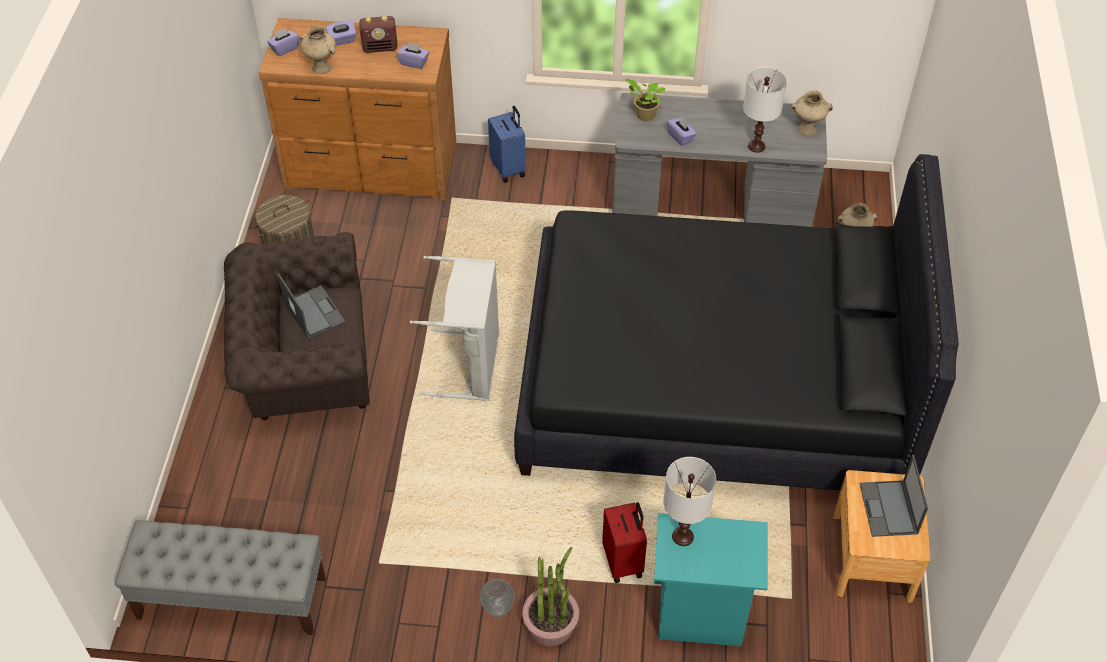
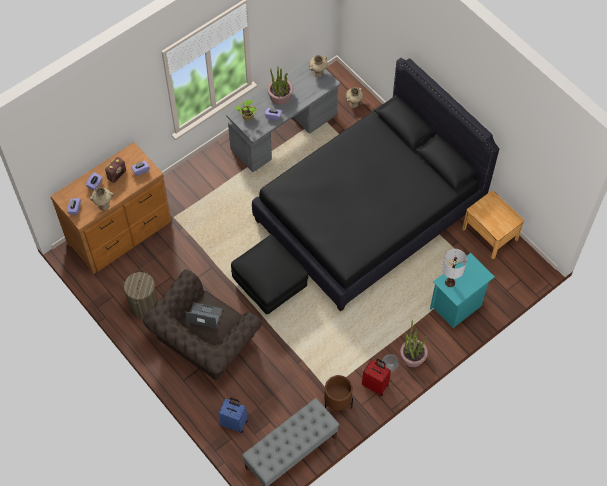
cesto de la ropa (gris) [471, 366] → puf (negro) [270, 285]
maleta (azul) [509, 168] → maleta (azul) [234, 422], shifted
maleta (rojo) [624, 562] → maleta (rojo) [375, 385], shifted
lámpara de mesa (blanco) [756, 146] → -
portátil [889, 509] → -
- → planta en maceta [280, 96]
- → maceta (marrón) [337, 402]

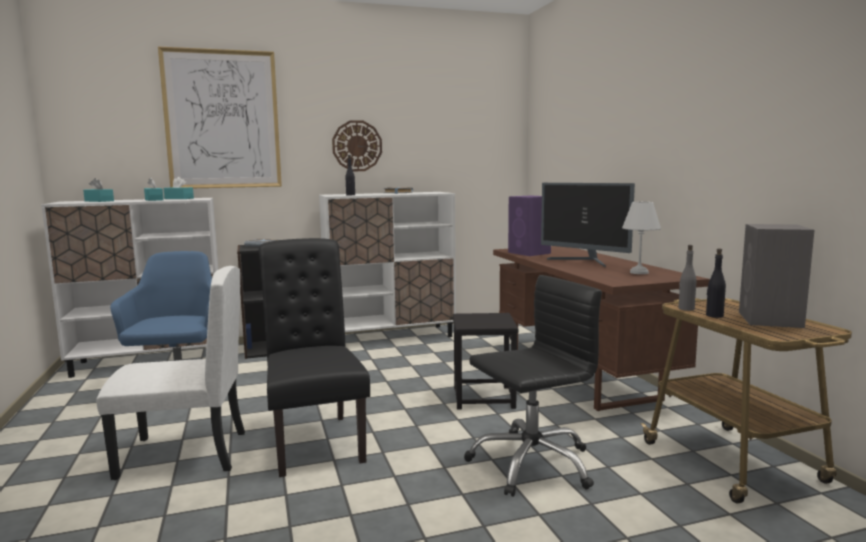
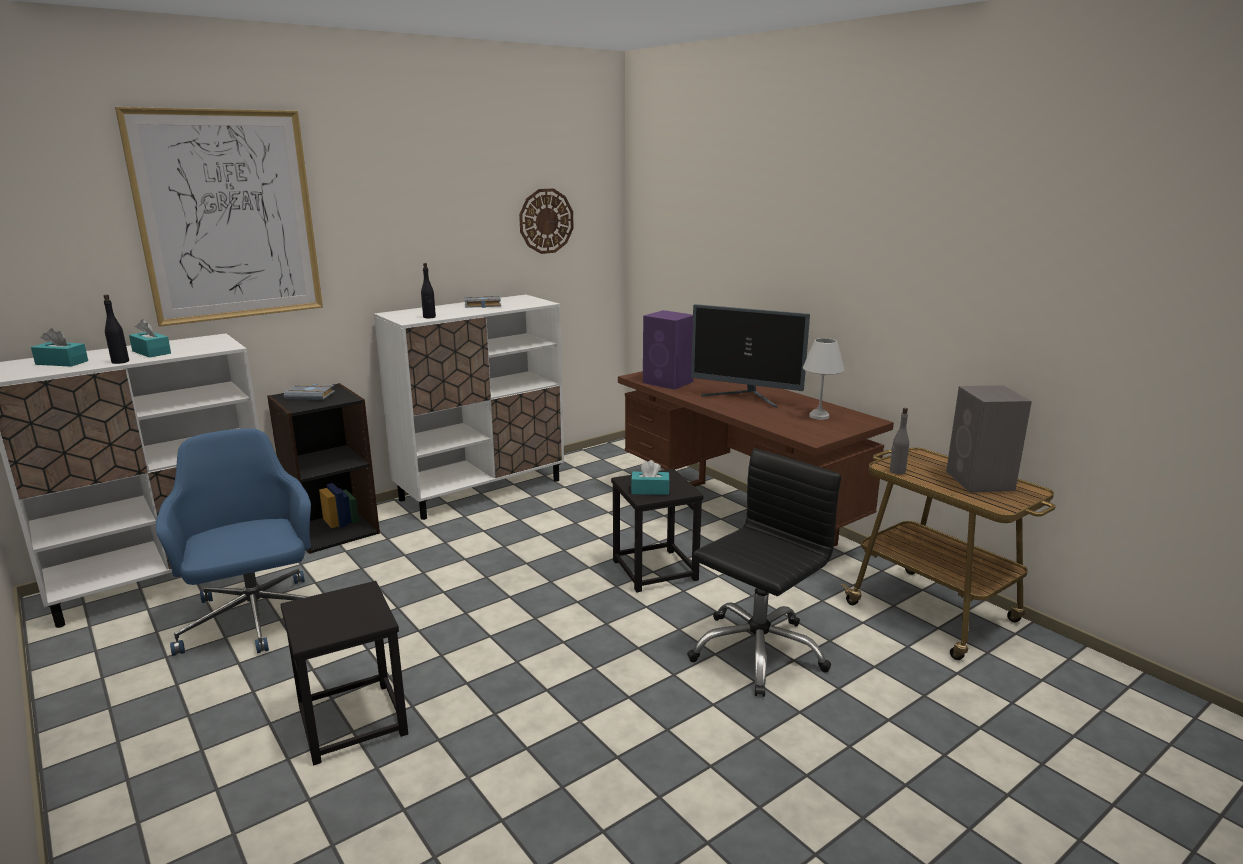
silla (blanco) [183, 455] → taburete (negro) [354, 721]
caja de pañuelos (turquesa) [179, 198] → caja de pañuelos (turquesa) [650, 490], shifted
silla (negro) [315, 440] → -
reloj de pared [357, 146] → reloj de pared [546, 221], shifted
botella (negro) [714, 316] → botella (negro) [120, 361], shifted

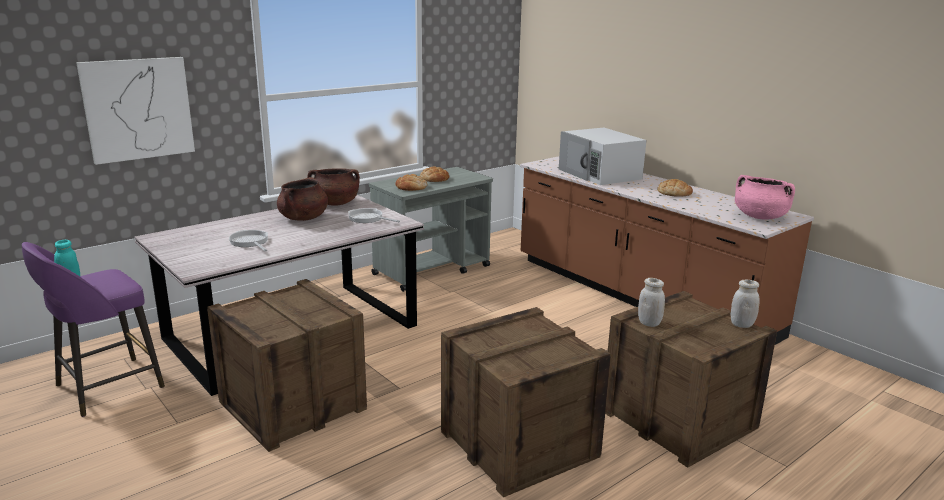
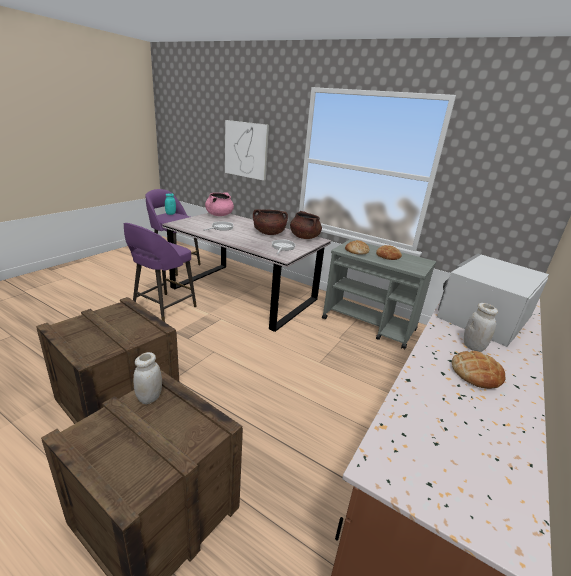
caja de embalaje [292, 406] → taburete (morado) [163, 309]
tarro (blanco) [741, 324] → tarro (blanco) [473, 347], shifted
olla (rosa) [760, 217] → olla (rosa) [219, 215], shifted

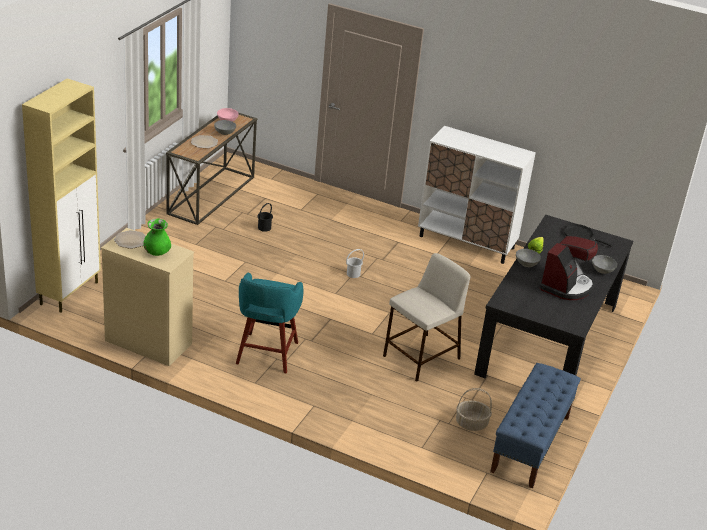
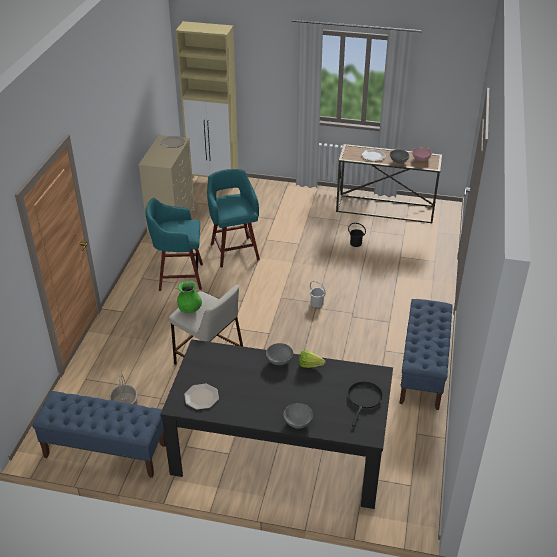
florero (verde) [157, 252] → florero (verde) [189, 309], shifted
armario (blanco) [467, 242] → banco (azul) [423, 369]
cafetera [566, 286] → -
- → plato [201, 397]
- → taburete (turquesa) [234, 250]

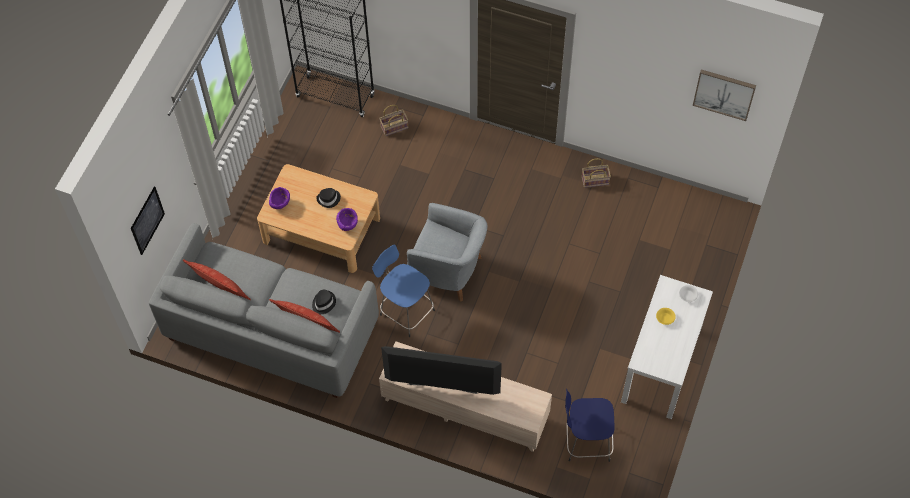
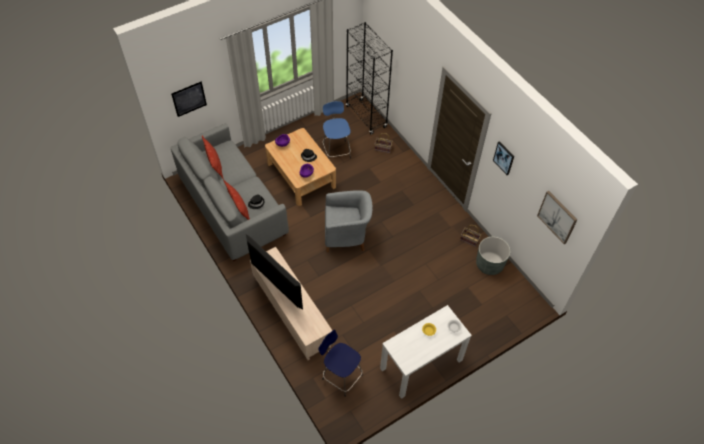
taburete (azul) [405, 311] → taburete (azul) [336, 150], shifted
sillón (gris) [449, 271] → sillón (gris) [347, 236], 60 degrees counterclockwise
- → maceta (gris) [489, 264]
- → cuadro [504, 158]

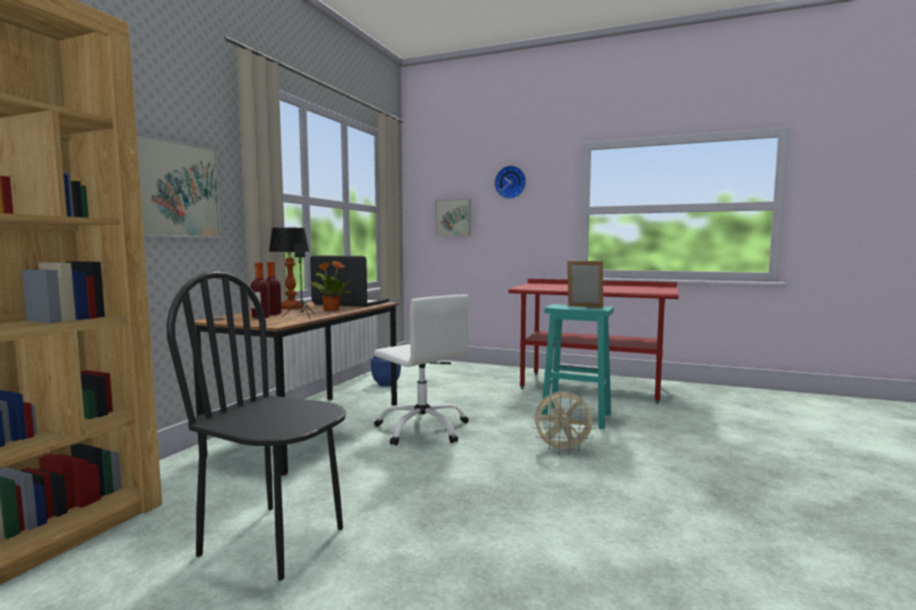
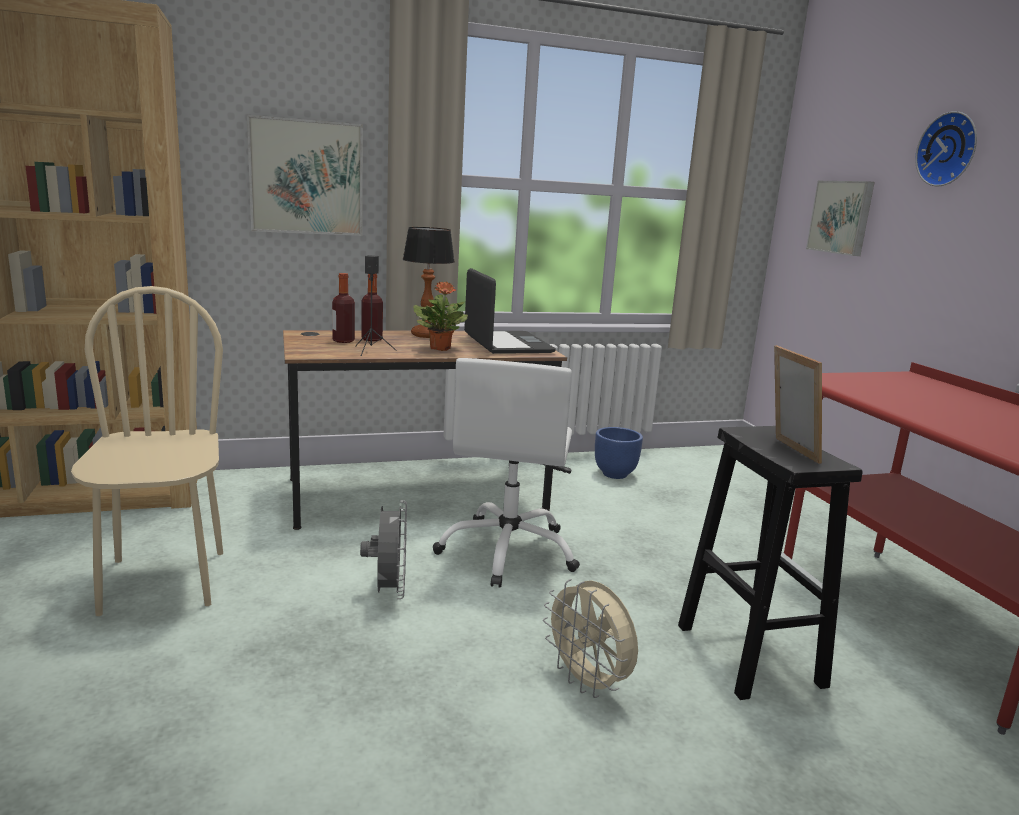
silla (negro) [274, 540] → silla (beis) [163, 581]
taburete (turquesa) [575, 417] → taburete (negro) [747, 653]
- → ventilador (gris) [388, 591]

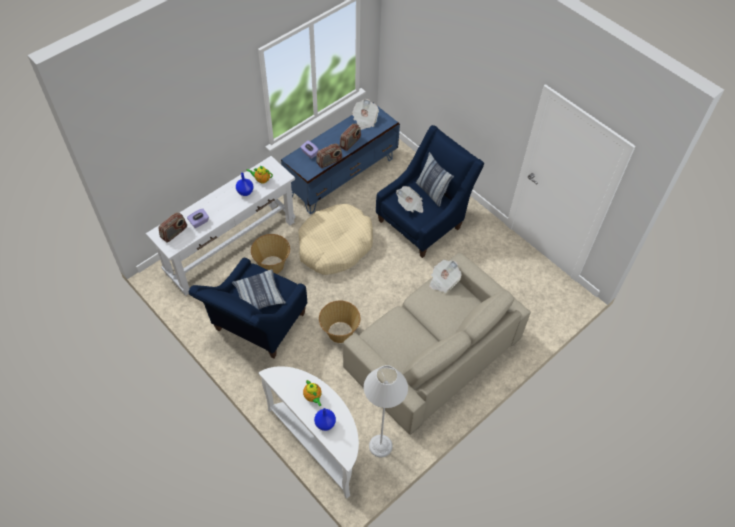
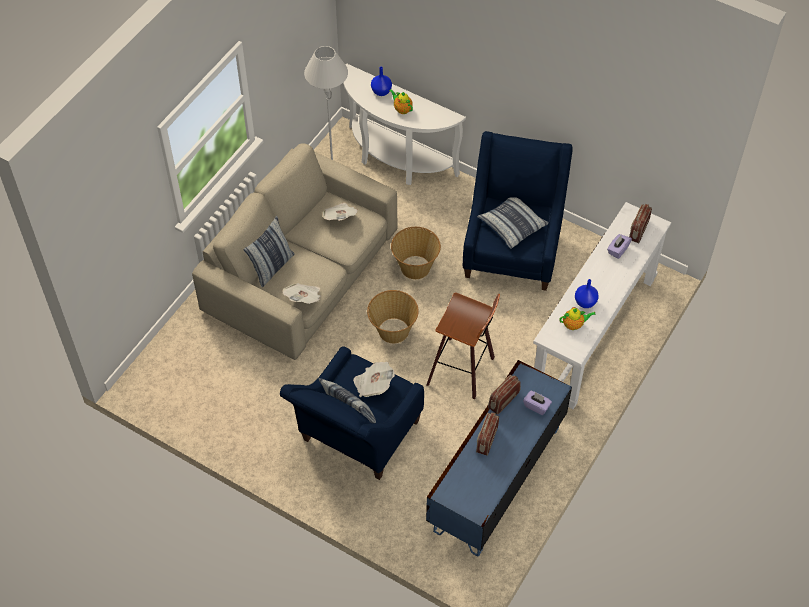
cesta [272, 265] → cesta [393, 330], shifted
cama para perro (beis) [335, 245] → taburete [463, 369]
periódico [364, 120] → periódico [340, 217], shifted
- → cojín [272, 267]

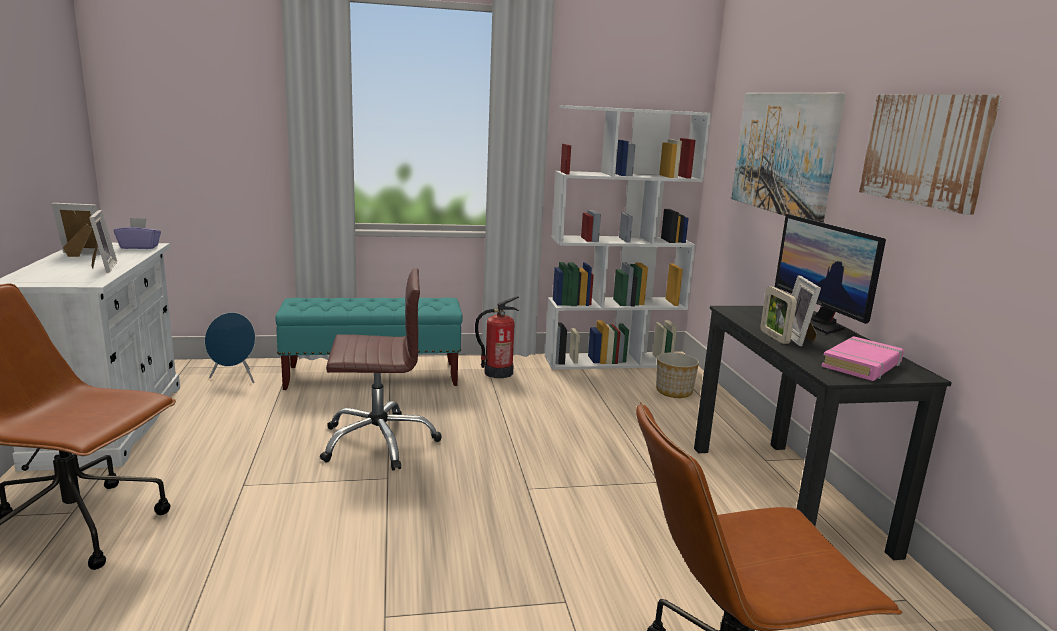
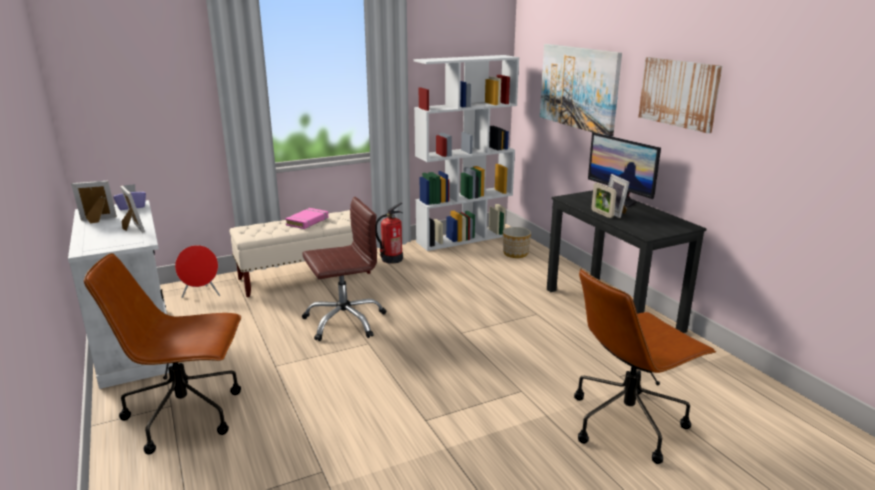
altavoz (azul) [235, 378] → altavoz (rojo) [202, 295]
banco (turquesa) [373, 376] → banco (beis) [305, 276]
libro (rosa) [862, 365] → libro (rosa) [307, 221], shifted

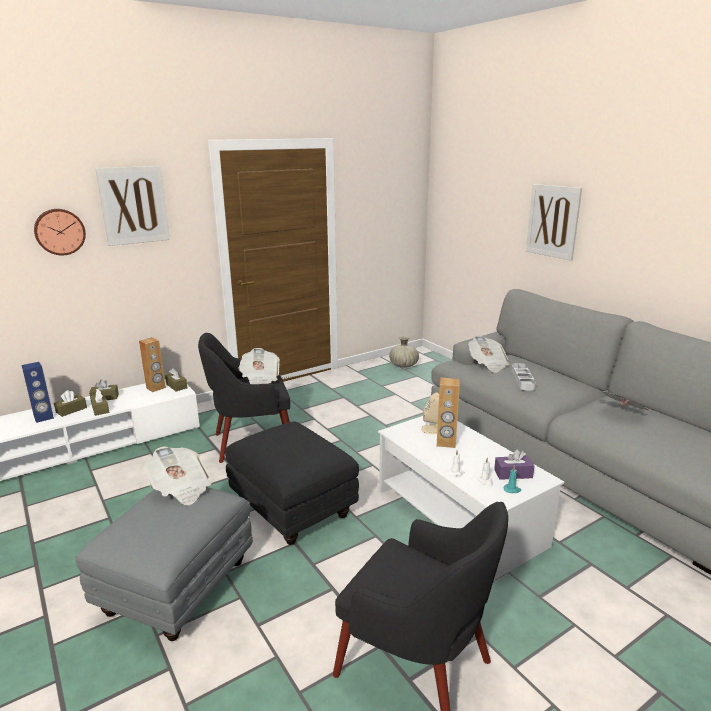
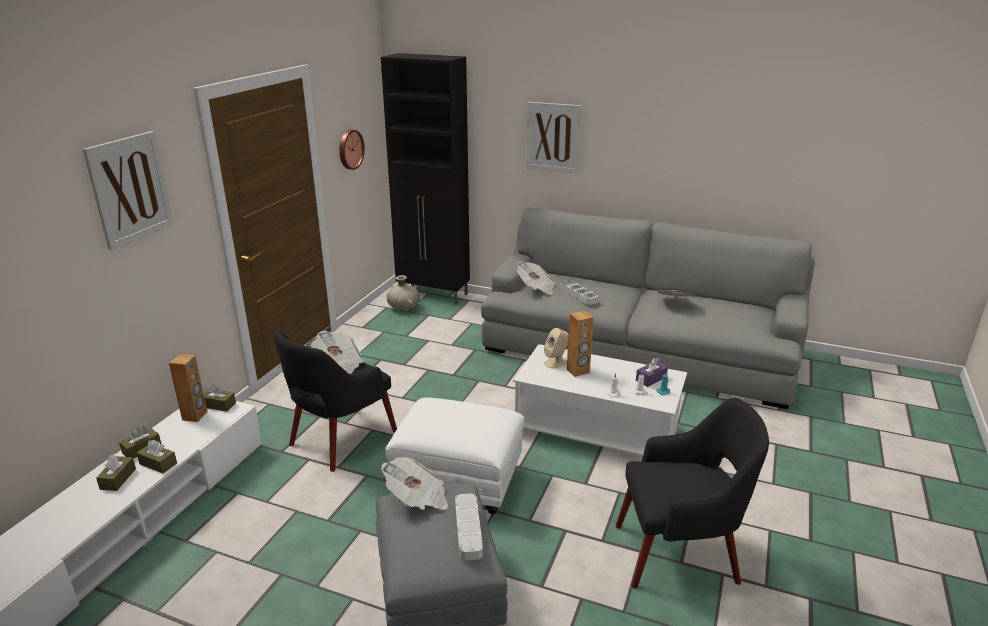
altavoz (azul) [44, 418] → -
reloj de pared [59, 231] → reloj de pared [350, 149], shifted
puf (negro) [292, 508] → puf (blanco) [457, 483]
- → armario (negro) [434, 294]
- → bandeja (gris) [468, 529]

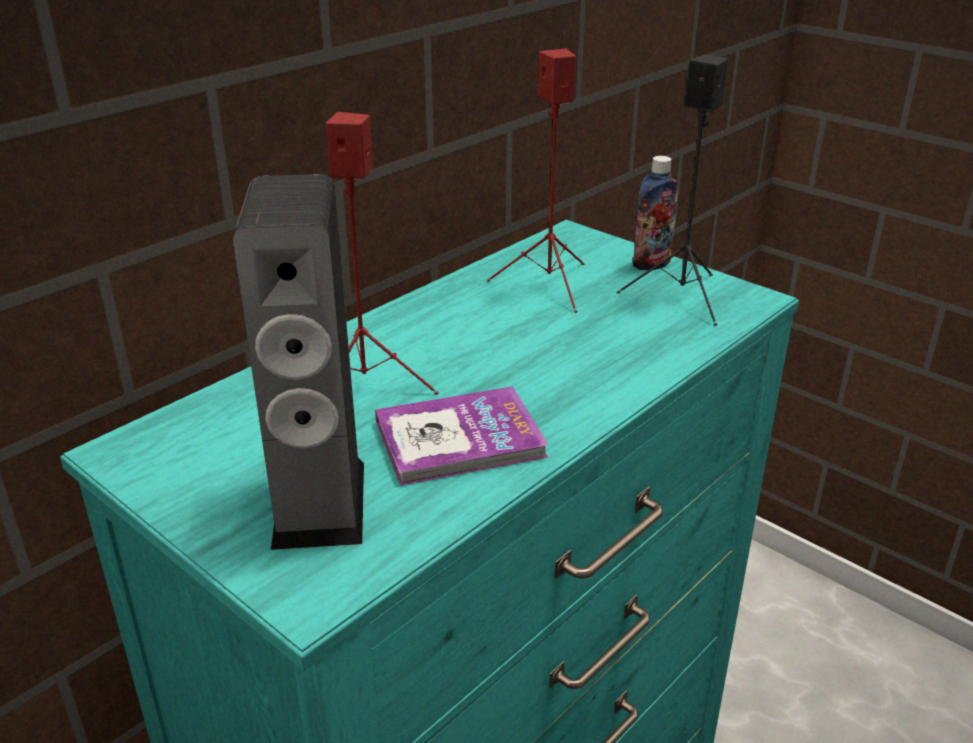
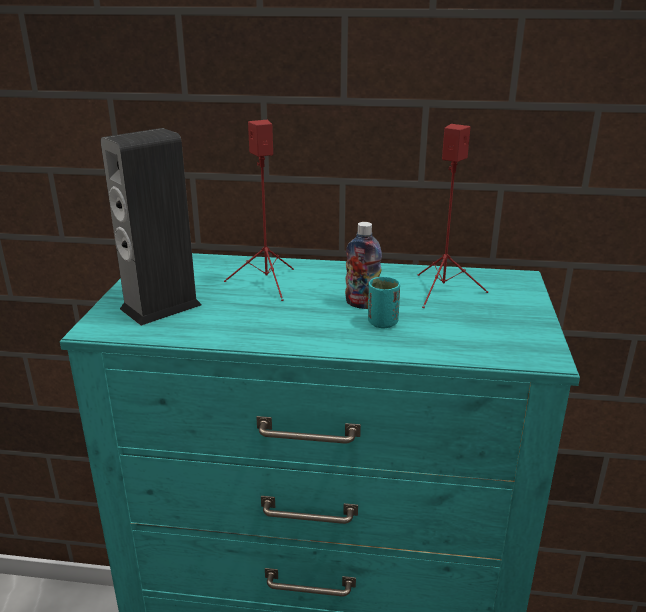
libro [459, 439] → -
altavoz (negro) [682, 297] → -
botella [651, 264] → botella [362, 304], shifted
- → taza (turquesa) [382, 323]

